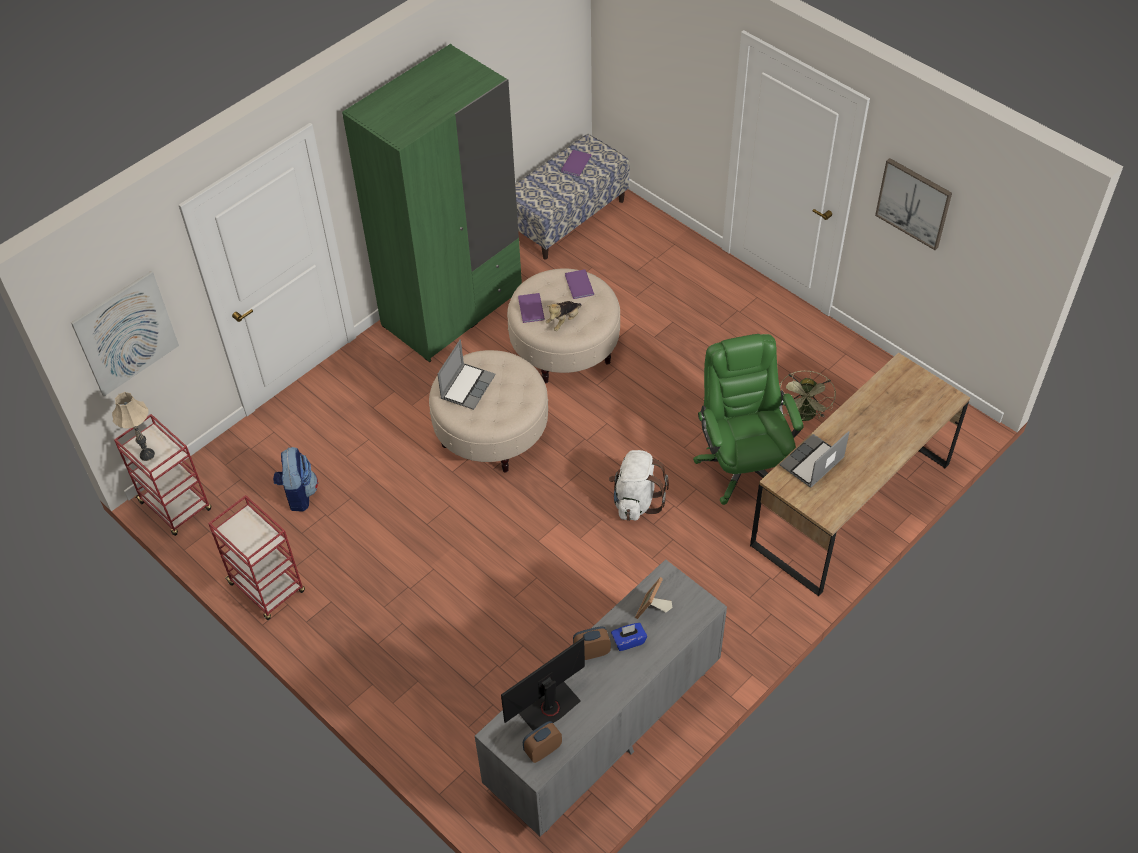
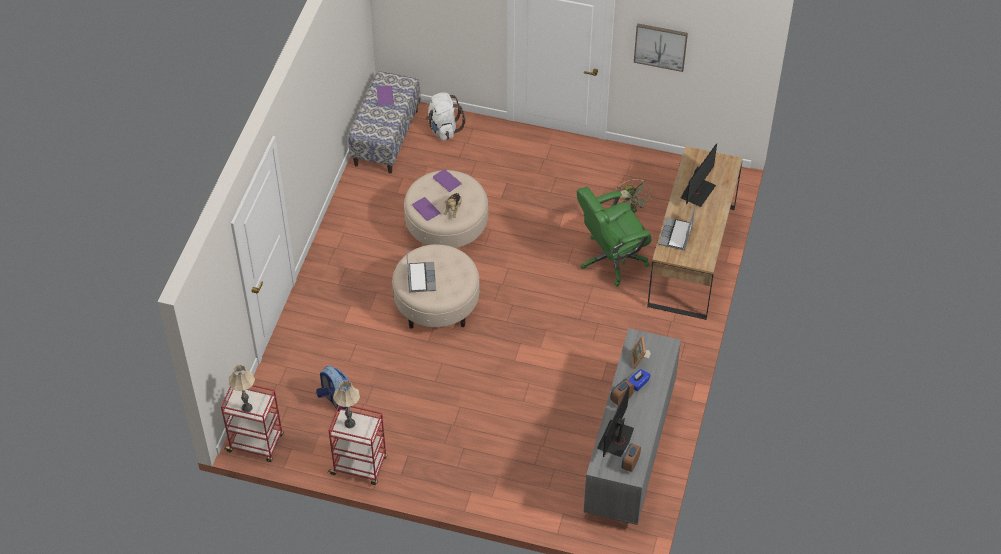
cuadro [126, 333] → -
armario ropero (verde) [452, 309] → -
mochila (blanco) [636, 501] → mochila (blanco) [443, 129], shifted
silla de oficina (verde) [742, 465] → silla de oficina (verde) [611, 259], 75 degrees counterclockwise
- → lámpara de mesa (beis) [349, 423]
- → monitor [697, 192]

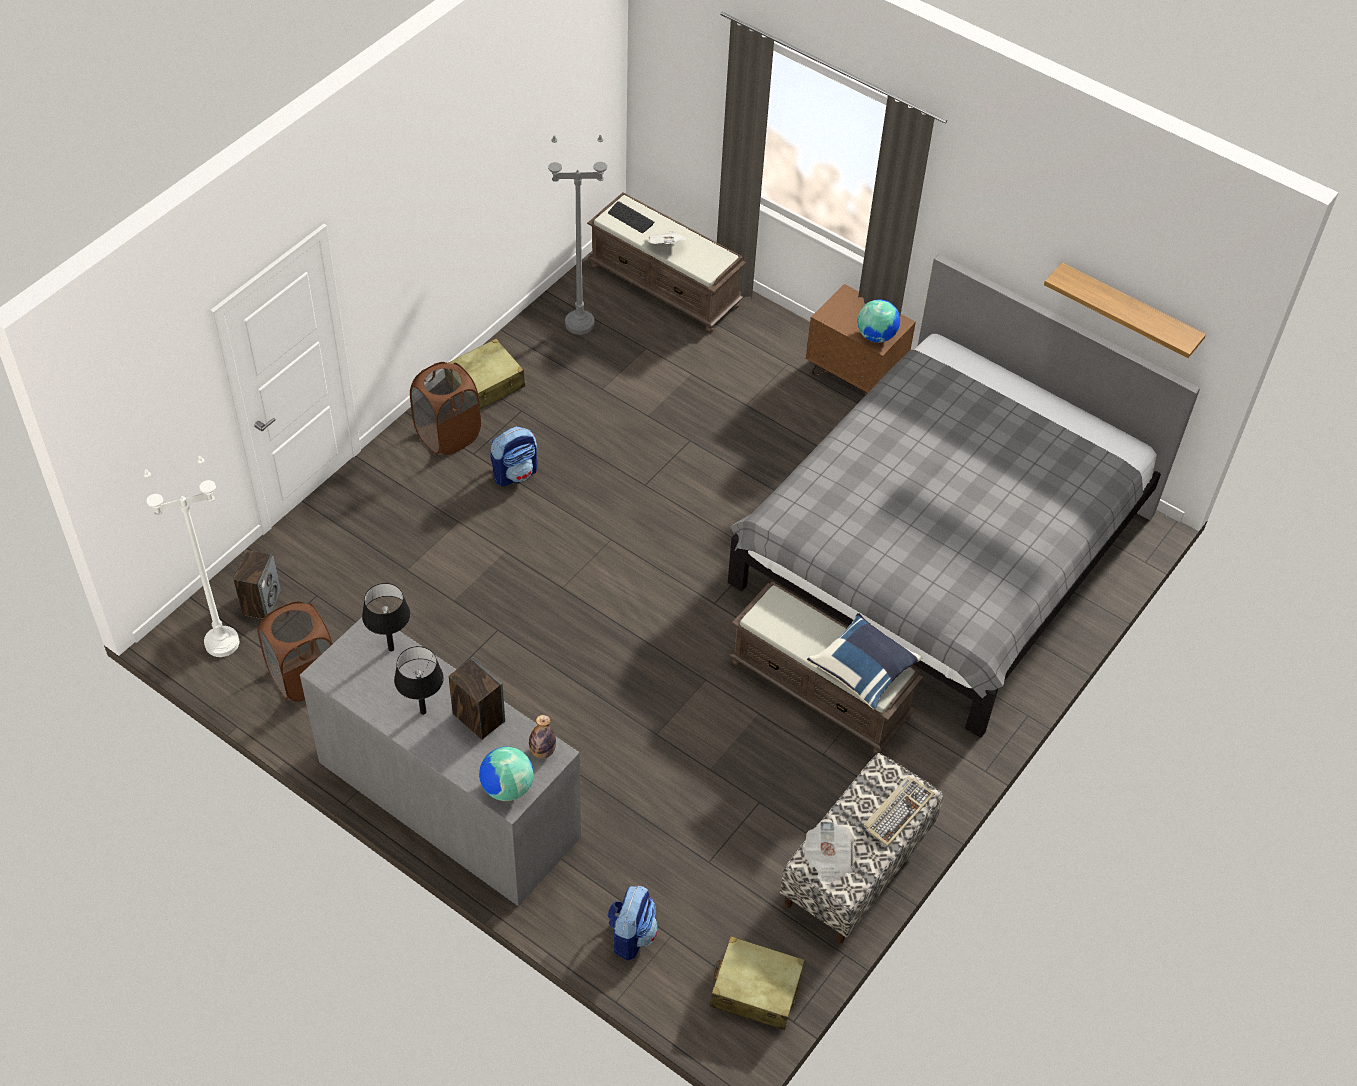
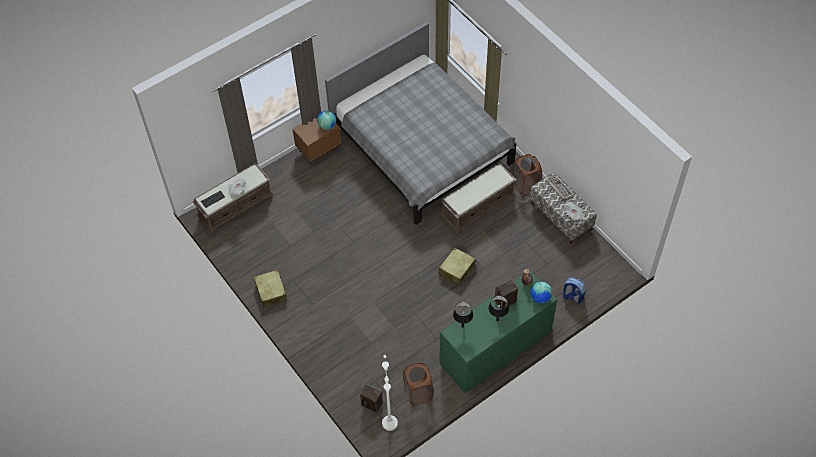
cómoda (gris) [448, 799] → cómoda (verde) [495, 347]
cesto de la ropa (marrón) [448, 435] → cesto de la ropa (marrón) [525, 185], shifted
mochila [515, 473] → -
lámpara de pie (gris) [579, 324] → -
maleta (beis) [755, 990] → maleta (beis) [456, 269], shifted
cojín (azul) [863, 670] → -
estante [1128, 311] → -

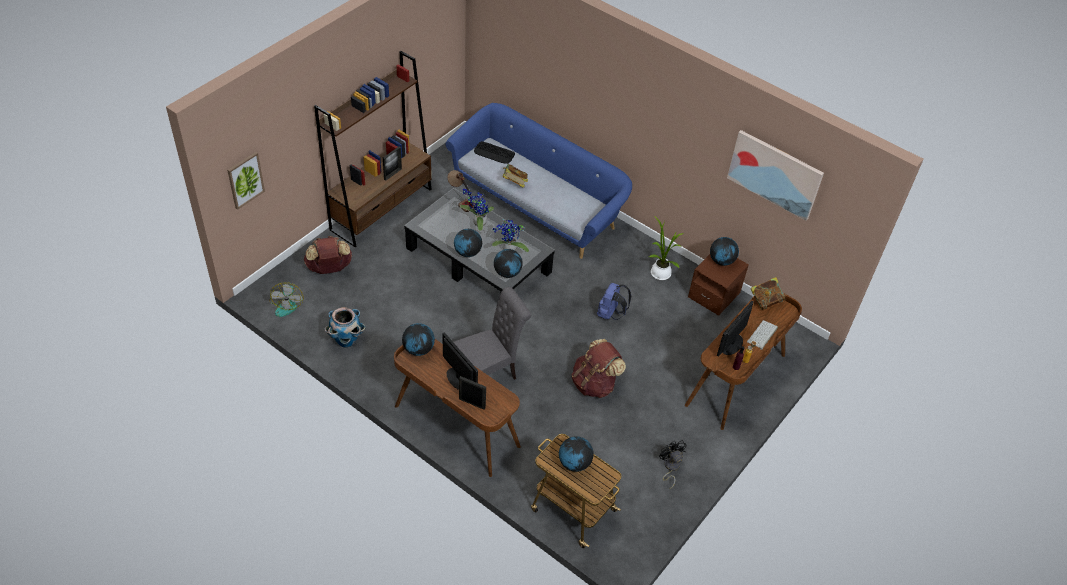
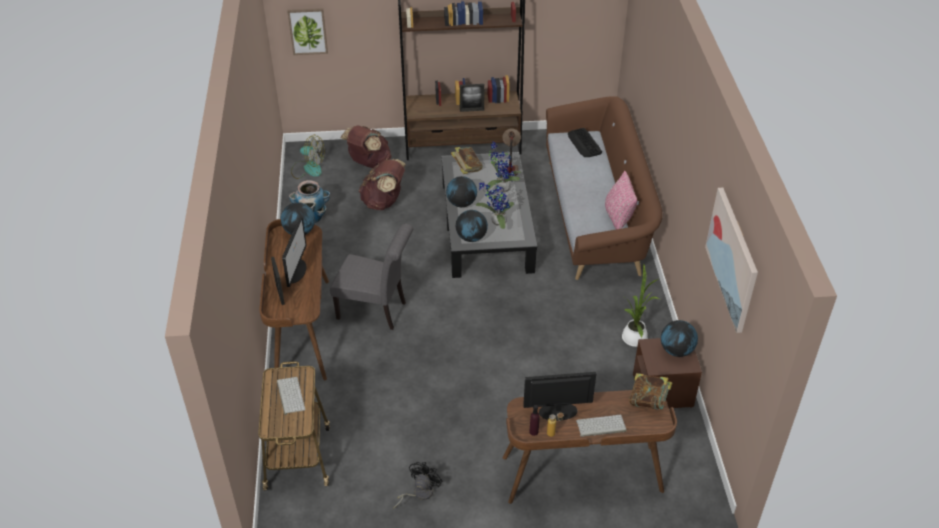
ventilador [287, 304] → ventilador [308, 168], 120 degrees counterclockwise
sofá (azul) [537, 204] → sofá (marrón) [596, 215]
libro [514, 183] → libro [467, 169], shifted
globo terráqueo [574, 463] → teclado [290, 395]
mochila (marrón) [594, 383] → mochila (marrón) [384, 202], shifted
mochila (azul) [610, 314] → -
- → cojín (rosa) [618, 217]

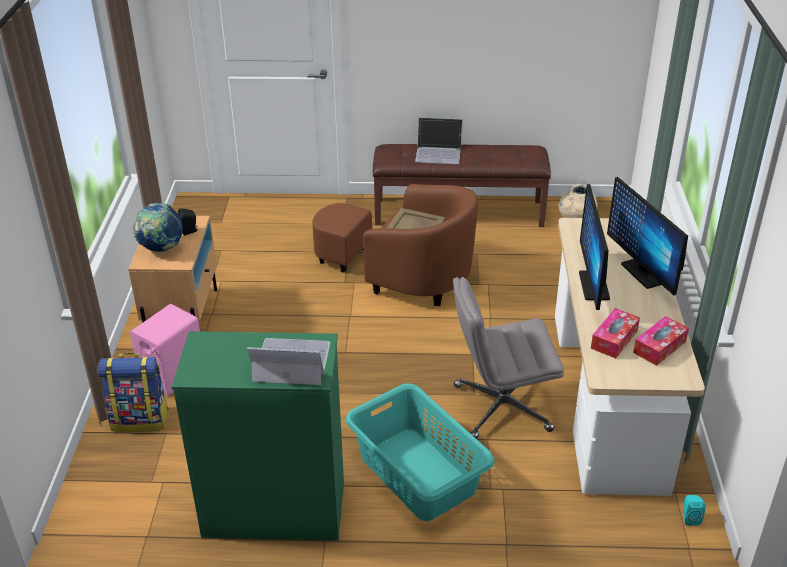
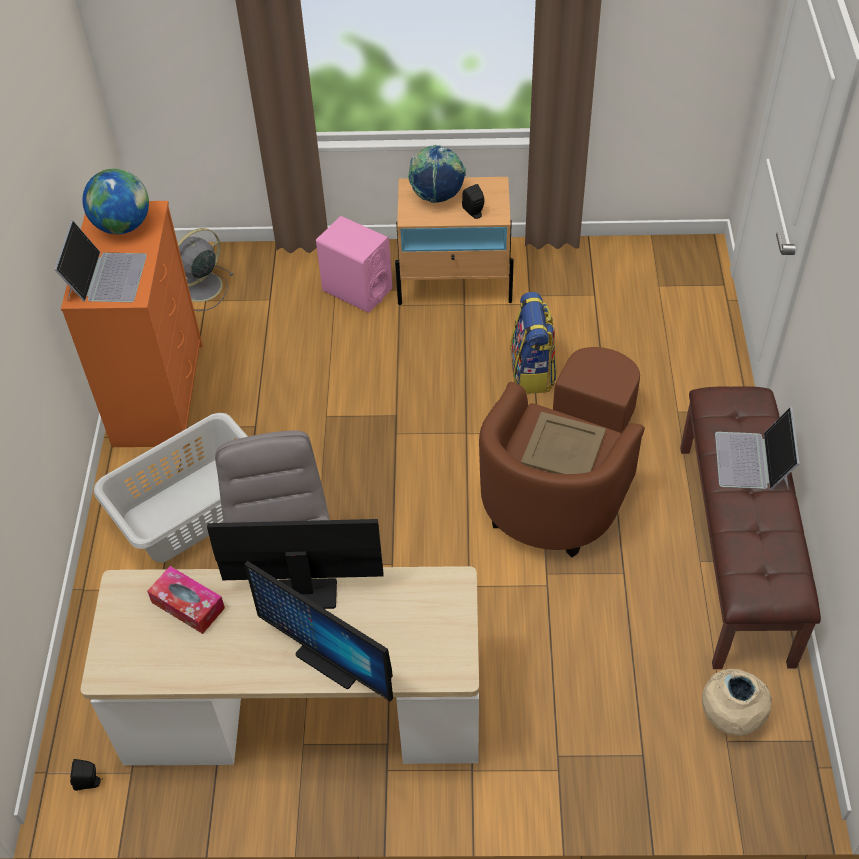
mochila [140, 419] → mochila [532, 372], shifted
cómoda (verde) [273, 509] → cómoda (naranja) [158, 393]
cesto de la ropa (turquesa) [417, 474] → cesto de la ropa (gris) [190, 509]
monitor [643, 273] → monitor [331, 659], 120 degrees counterclockwise
caja de pañuelos [659, 347] → -
altavoz (turquesa) [689, 518] → altavoz (negro) [89, 782]
- → globo terráqueo [122, 225]
- → ventilador (gris) [199, 288]

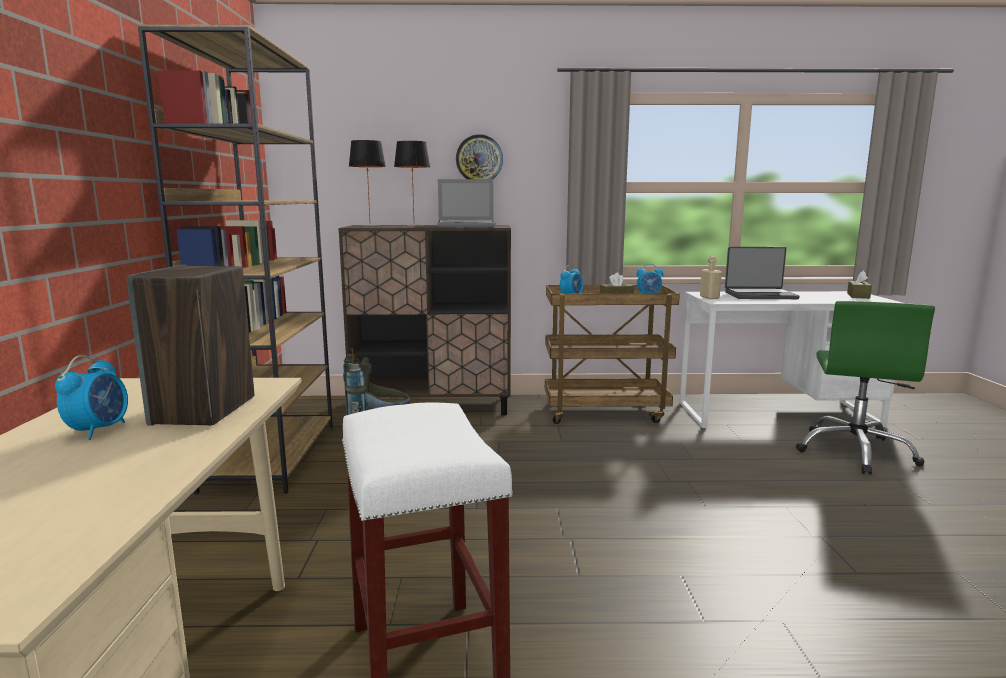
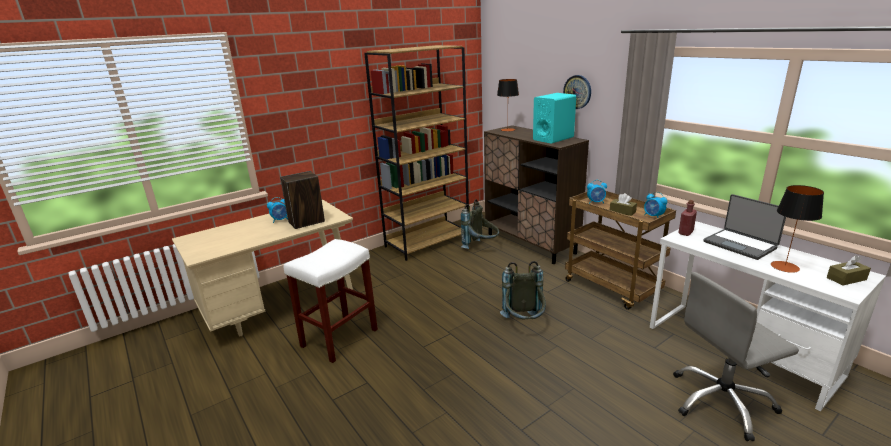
lámpara de mesa [414, 225] → lámpara de mesa [785, 266], shifted
portátil [467, 225] → altavoz (turquesa) [553, 138]
botella (beis) [709, 297] → botella (rojo) [685, 232]
silla de oficina (verde) [855, 451] → silla de oficina (gris) [721, 402]
- → mochila (gris) [524, 324]

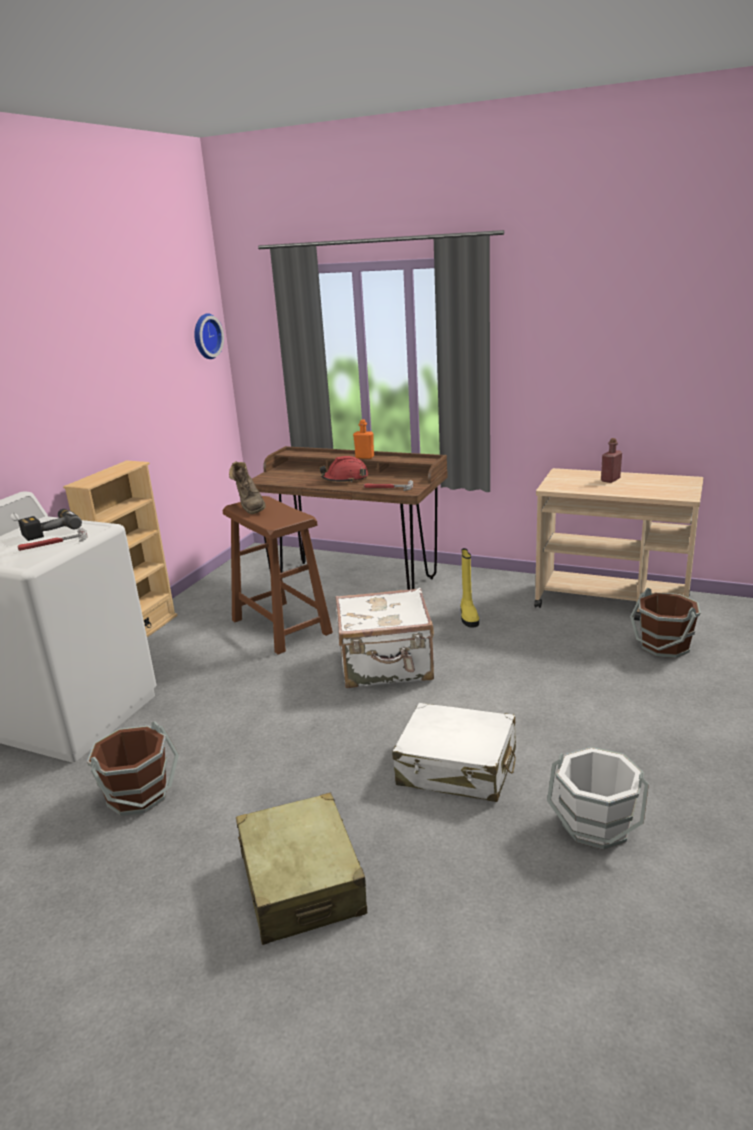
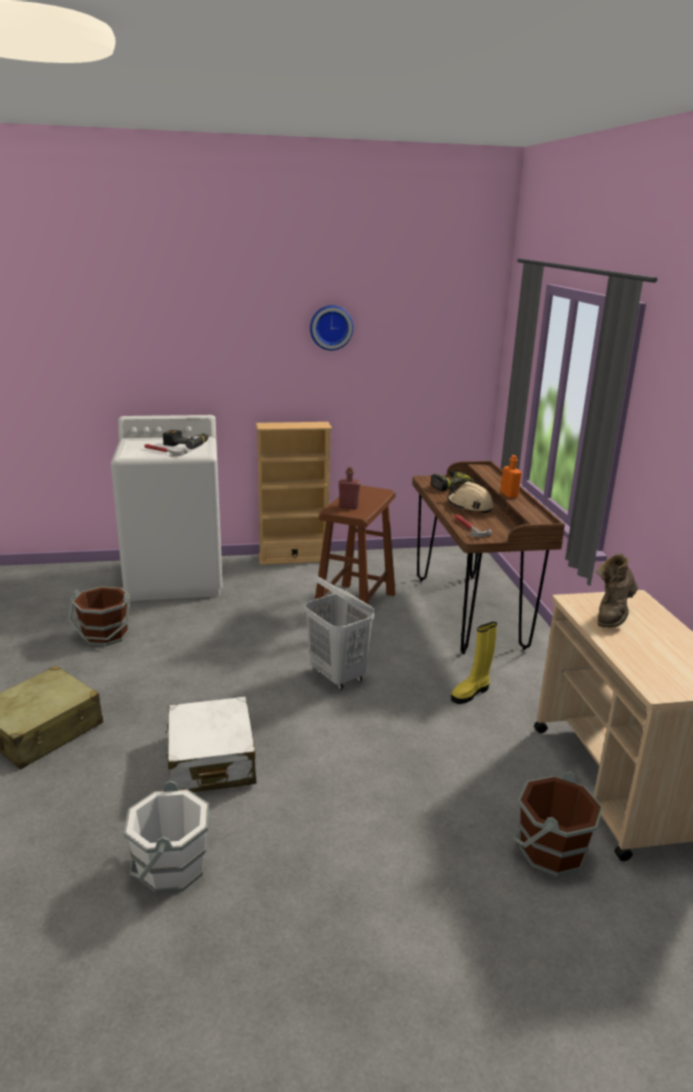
reloj de pared [205, 336] → reloj de pared [331, 327], shifted
bota (marrón) [250, 507] → bota (marrón) [612, 615], shifted
casco (rojo) [345, 479] → casco (beis) [469, 506]
maleta (blanco) [386, 666] → cesto de la ropa (blanco) [338, 676]
botella (rojo) [610, 480] → botella (rojo) [348, 506], shifted
- → taladro [449, 485]

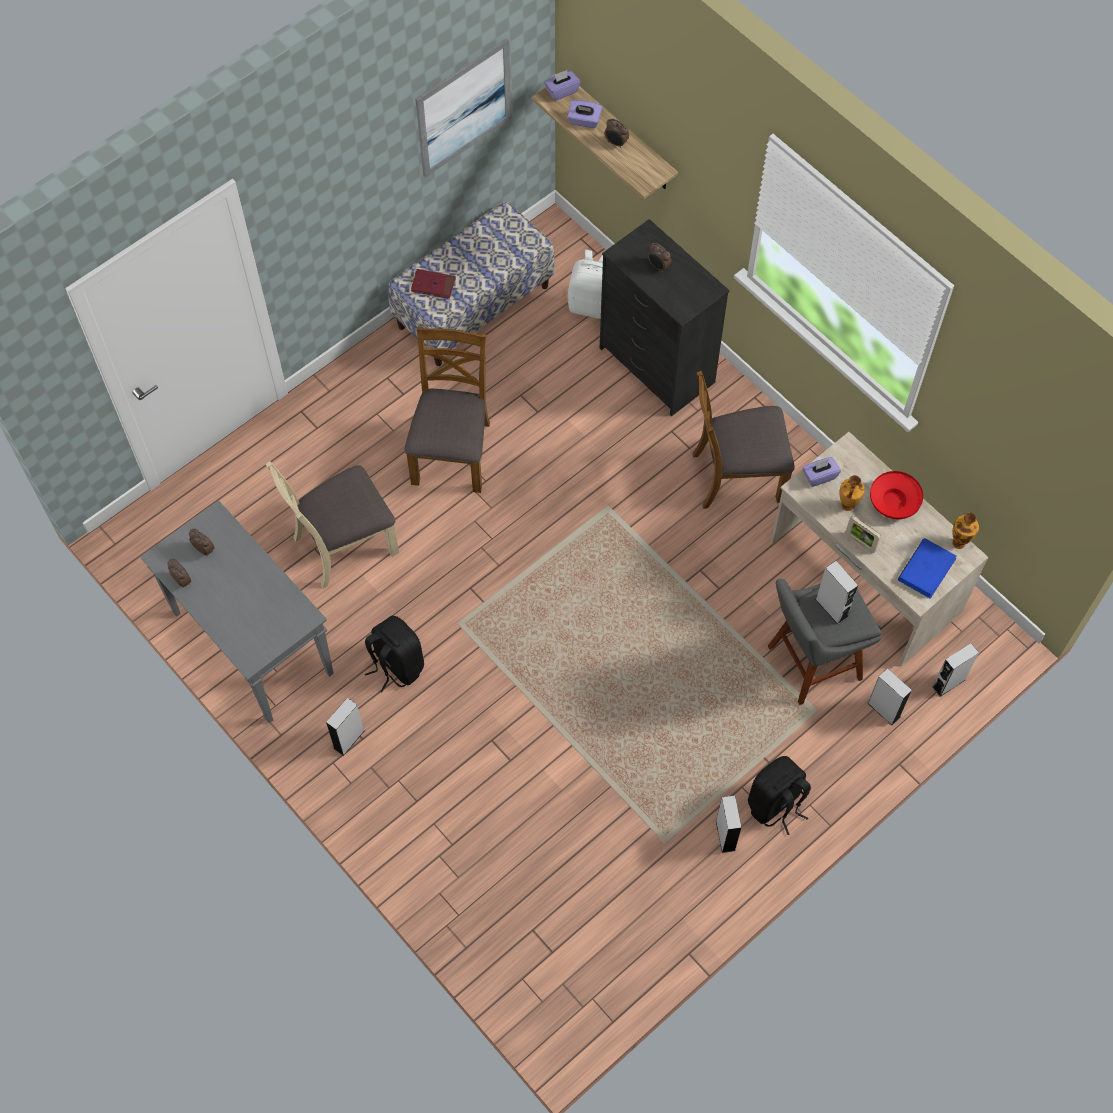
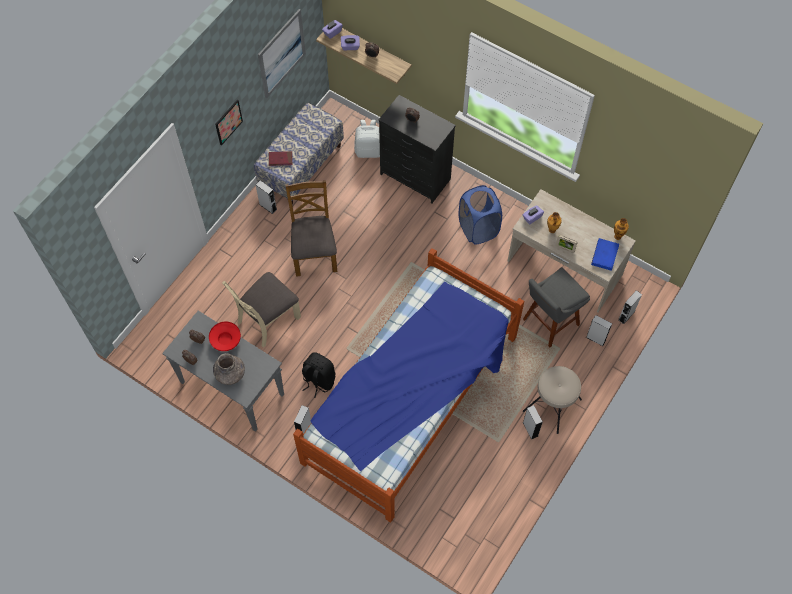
silla (marrón) [736, 476] → cesto de la ropa (azul) [478, 228]
mochila (negro) [776, 804] → taburete (beis) [552, 405]
altavoz (gris) [831, 608] → altavoz (gris) [268, 207], shifted
cuenco (rojo) [893, 502] → cuenco (rojo) [225, 340], shifted
- → florero (gris) [230, 373]
- → cuadro [228, 122]
- → cama [412, 399]

